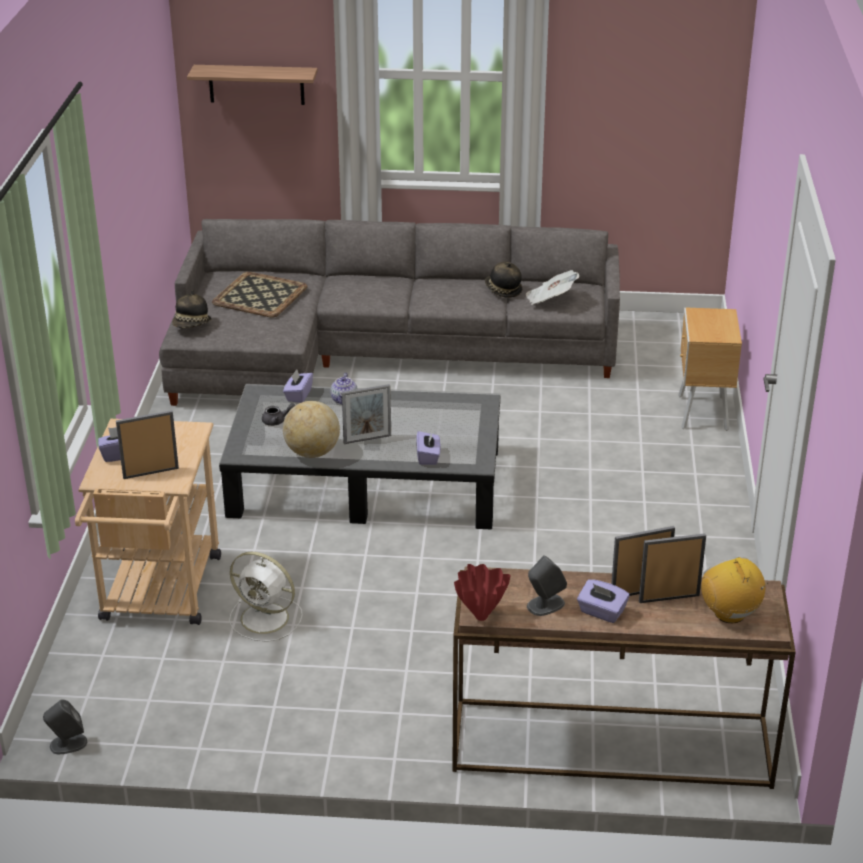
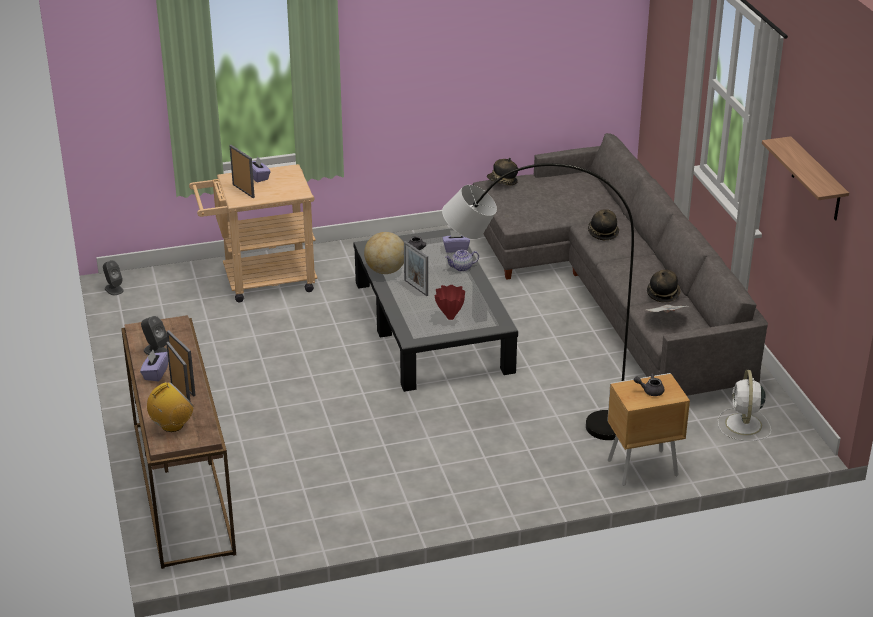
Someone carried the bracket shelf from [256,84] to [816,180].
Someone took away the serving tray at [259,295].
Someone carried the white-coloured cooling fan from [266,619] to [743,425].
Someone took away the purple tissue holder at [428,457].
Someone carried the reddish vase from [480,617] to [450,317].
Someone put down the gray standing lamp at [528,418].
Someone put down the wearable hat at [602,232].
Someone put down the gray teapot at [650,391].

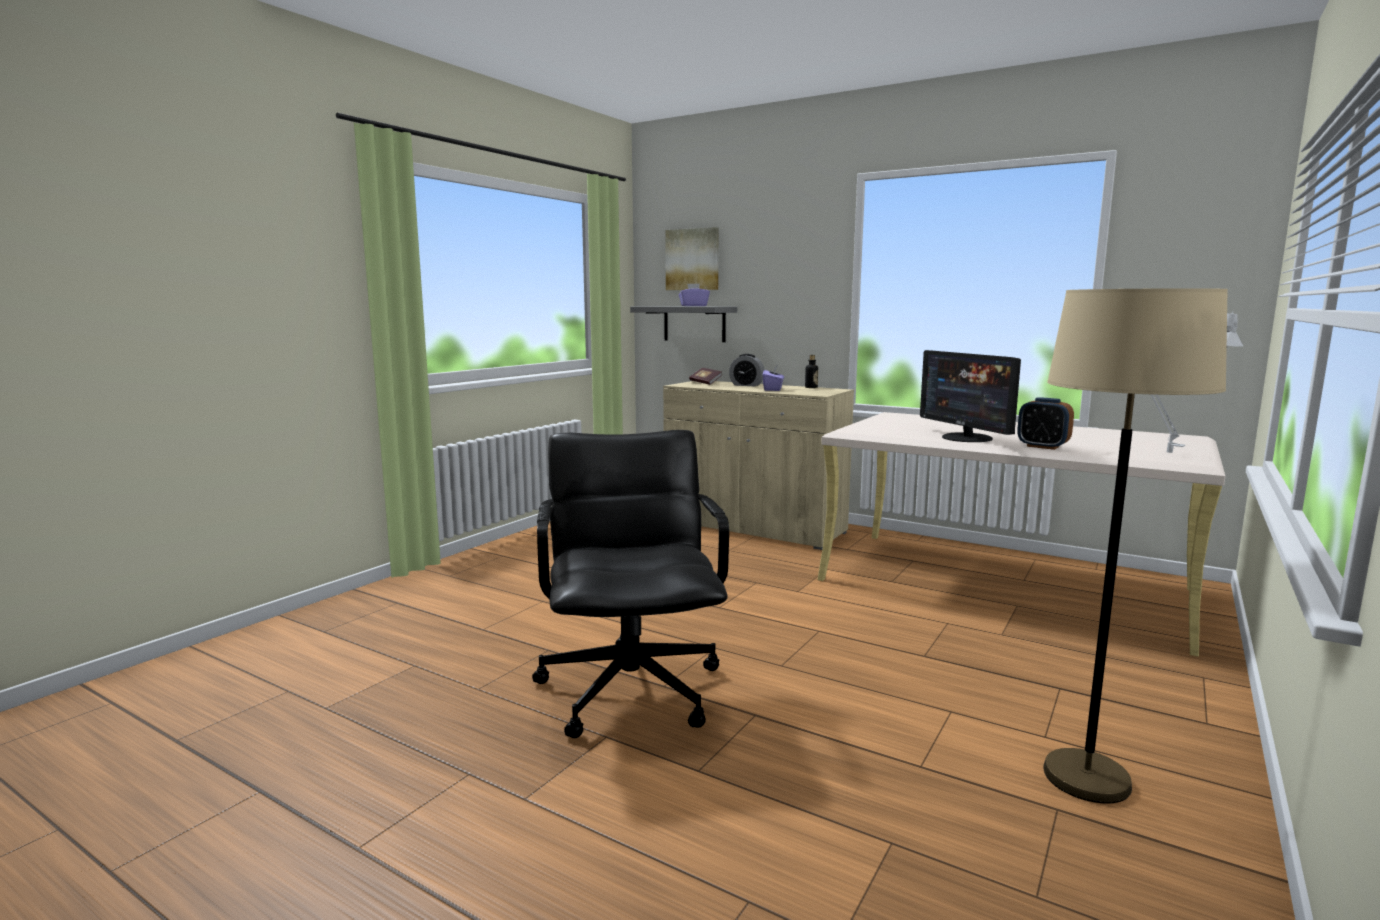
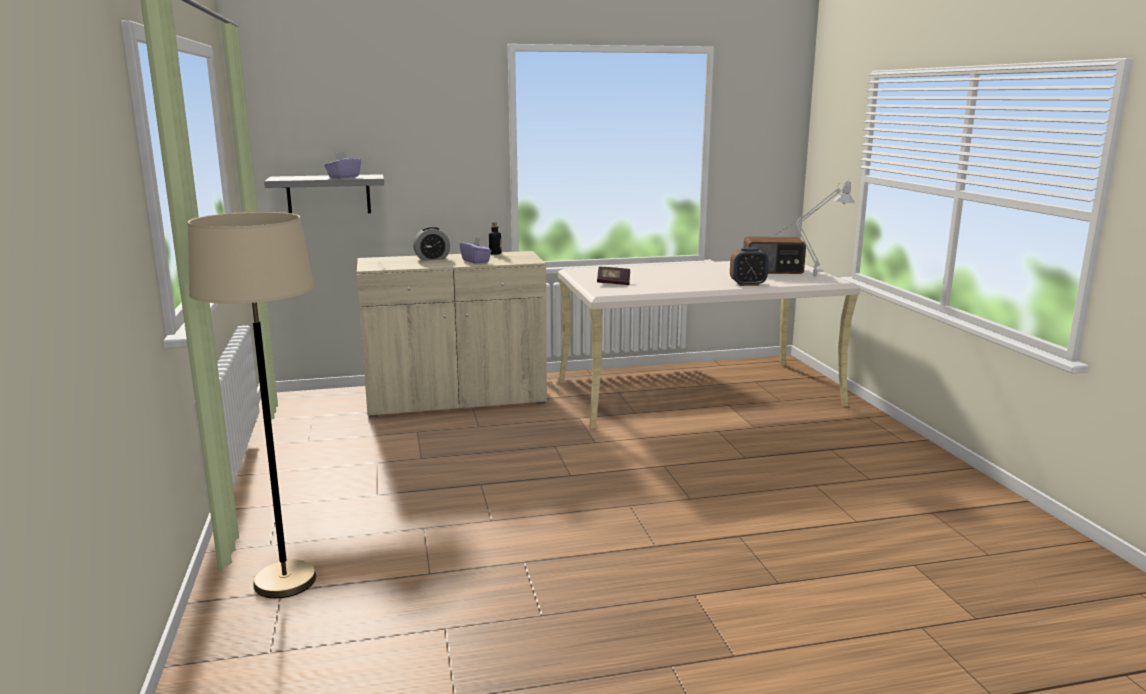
Someone took away the black-coloured desk chair at [632,689].
Someone took away the wall picture at [693,259].
Someone carried the book from [705,383] to [613,283].
Someone took away the computer screen at [966,438].
Someone carried the sand-coloured standing lamp from [1086,778] to [285,581].
Someone put down the radio receiver at [773,270].

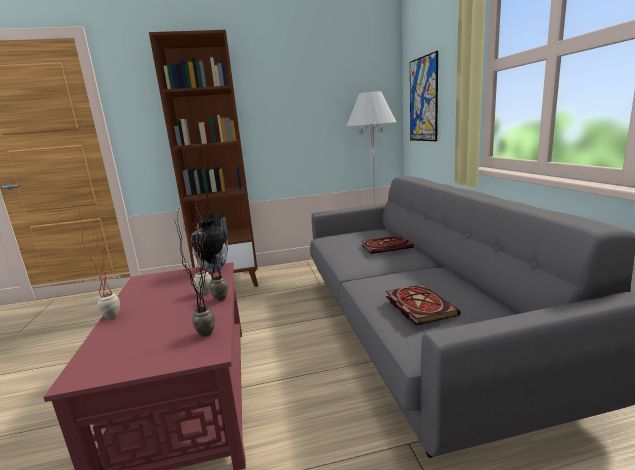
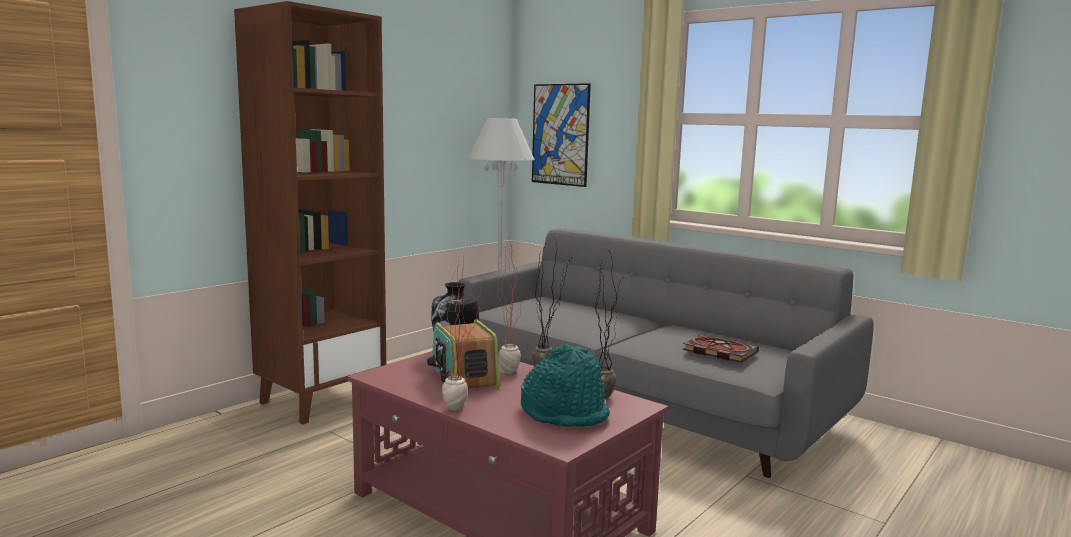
Someone took away the book at [387,246].
Someone put down the radio receiver at [463,377].
Someone put down the turquoise-coloured wearable hat at [565,413].

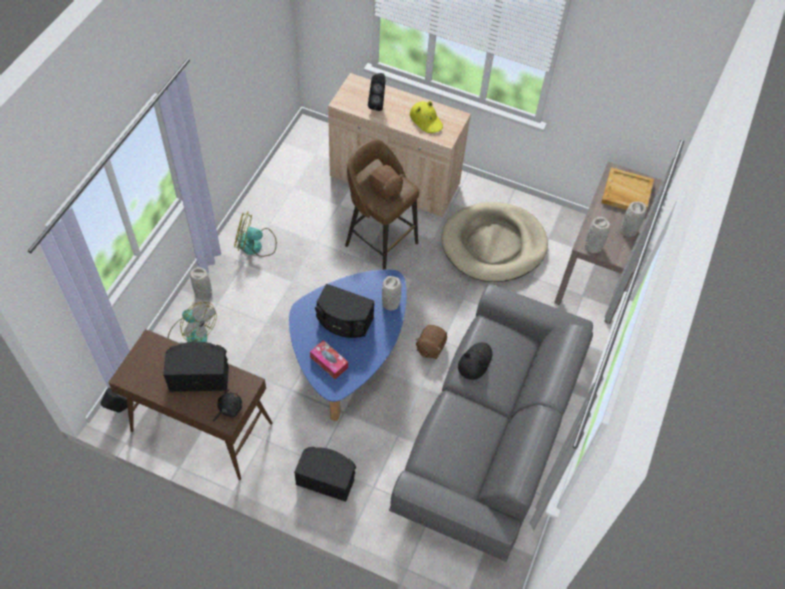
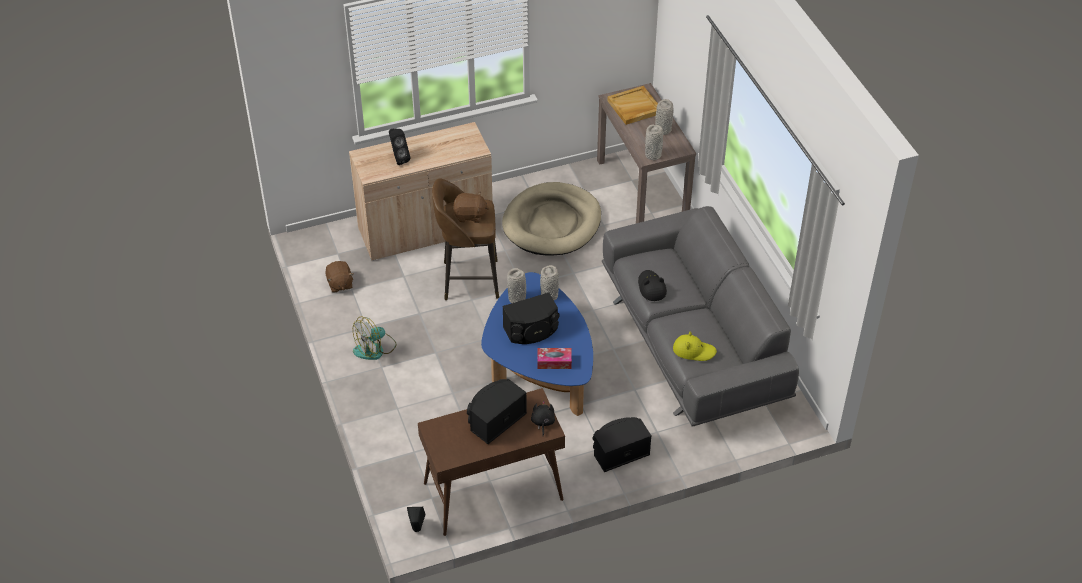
Someone took away the cooling fan at [191,334].
Someone carried the gray vase from [204,294] to [517,299].
Someone carried the yellow wearable hat from [426,120] to [693,350].
Someone carried the brown-coloured plush toy from [430,347] to [339,284].

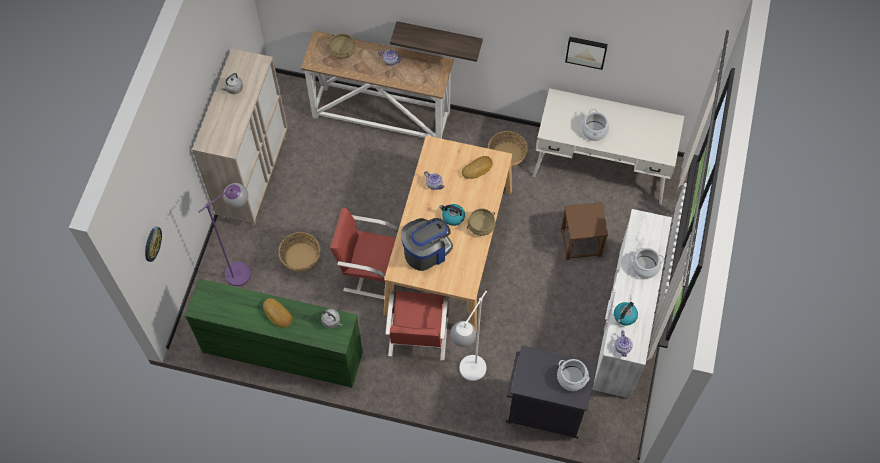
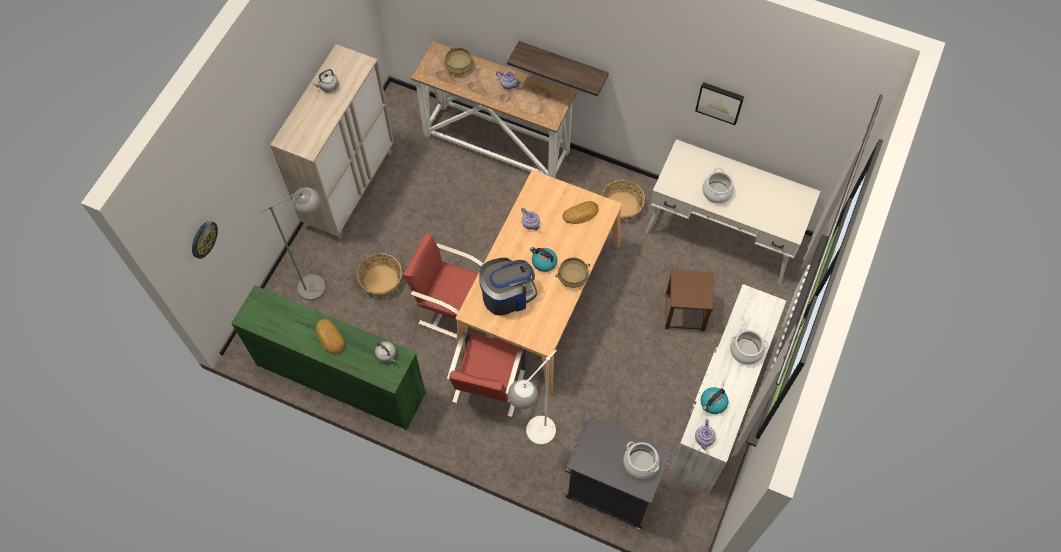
Someone repainted the purple standing lamp at [245,268], which became the gray standing lamp at [321,282].

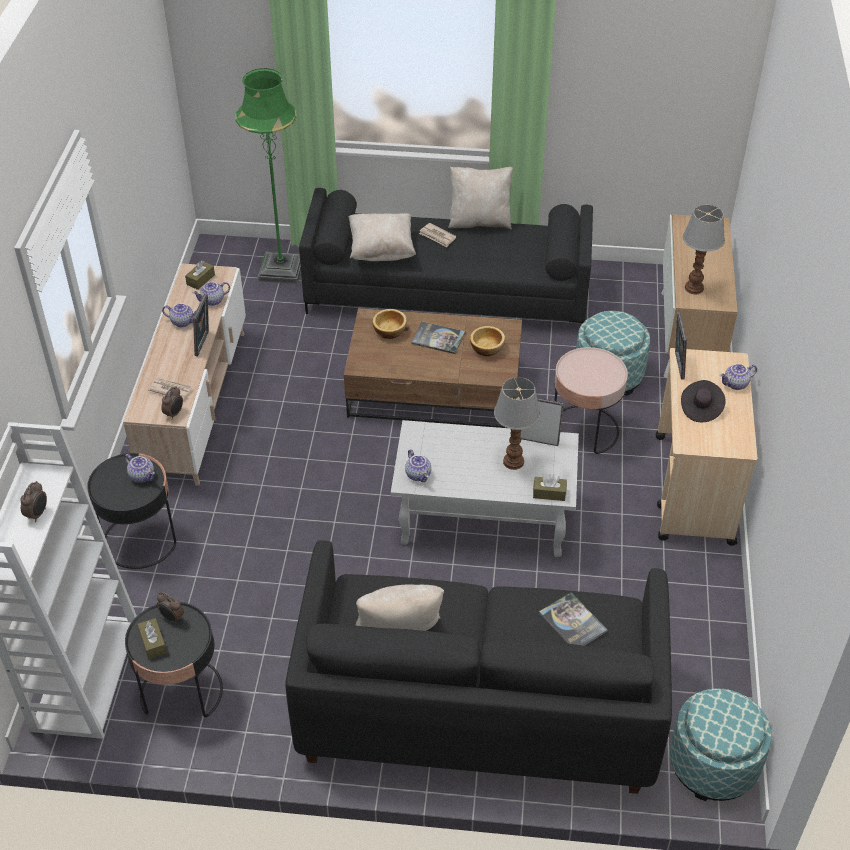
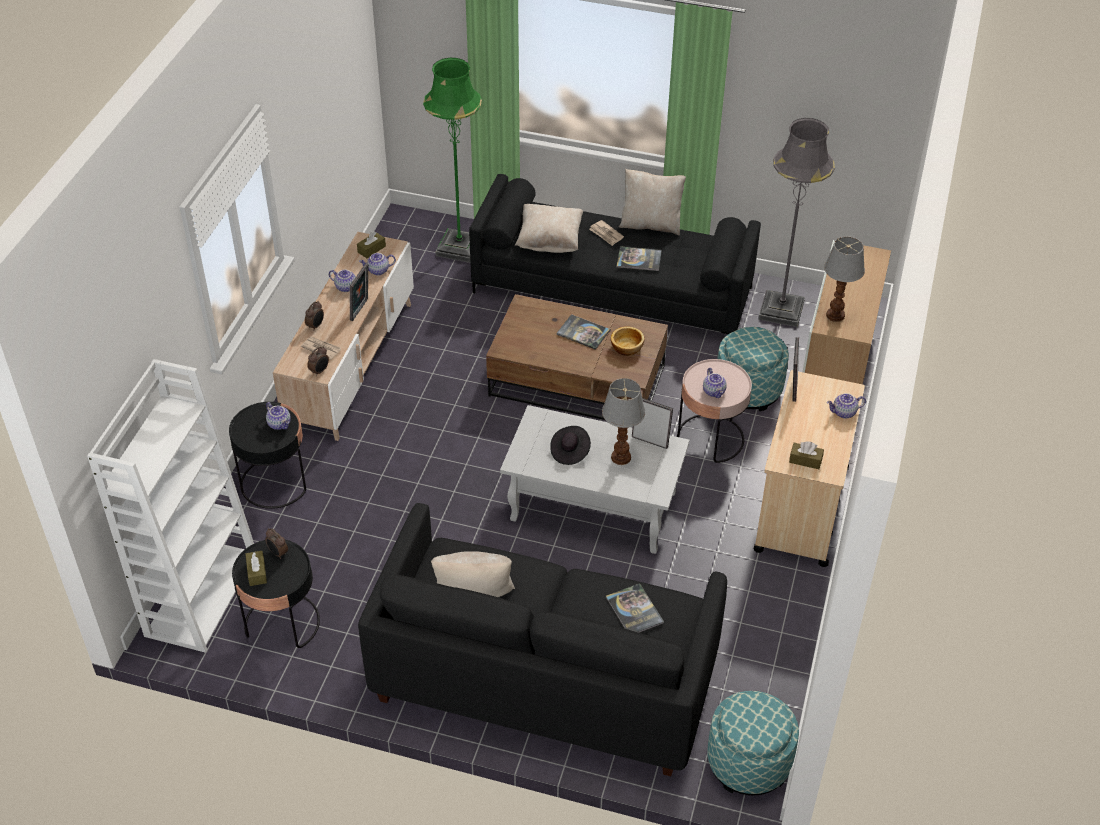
Someone carried the table clock from [38,514] to [316,326].
Someone took away the serving bowl at [389,330].
Someone carried the teapot from [419,475] to [714,391].
Someone carried the brown-coloured tissue holder from [549,493] to [805,460].
Someone carried the black-coloured wearable hat from [700,408] to [570,451].
Someone put down the book at [639,259].
Someone put down the gray standing lamp at [781,310].

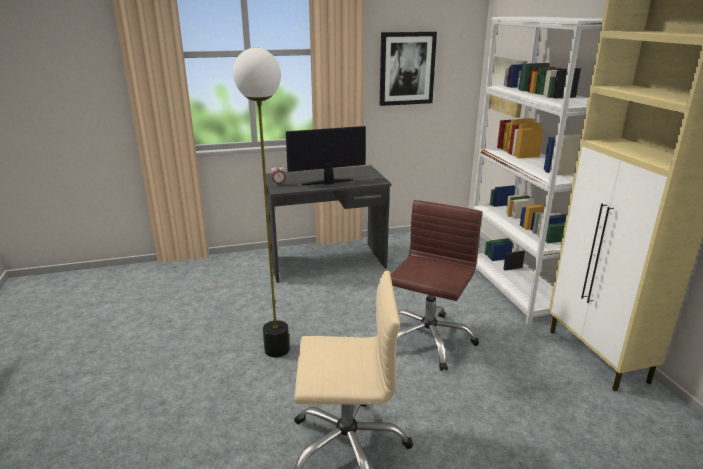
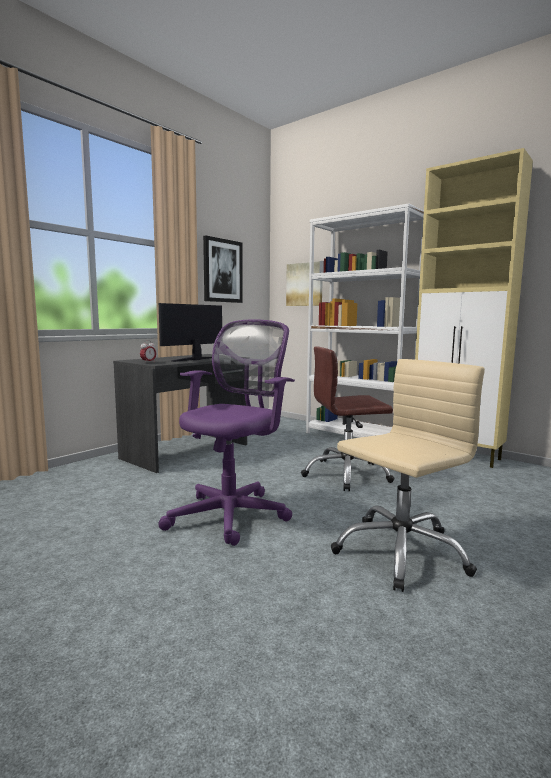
Someone swapped the standing lamp at [277,350] for the purple desk chair at [232,514].
Someone rotated the brown-coloured desk chair at [427,339] by 90 degrees counterclockwise.

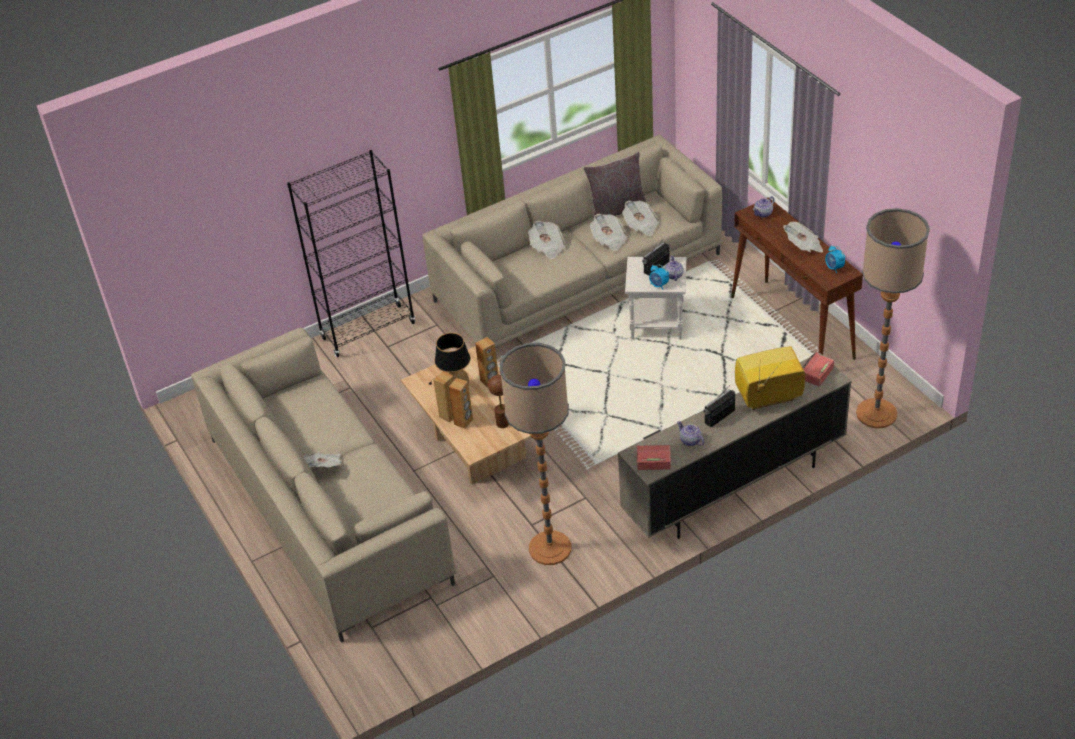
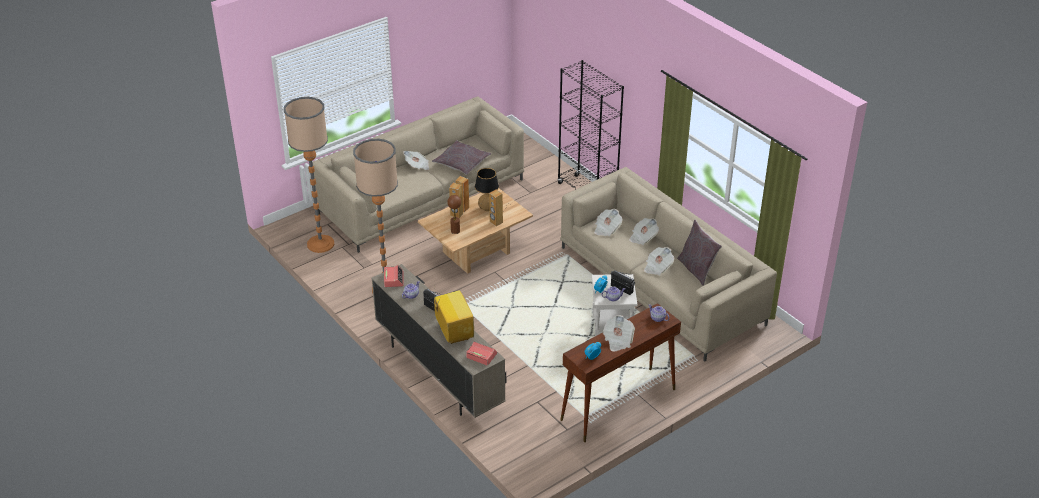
Someone carried the daily paper from [641,226] to [606,229].
Someone carried the standing lamp from [876,414] to [320,244].
Someone put down the gray pillow at [461,162].

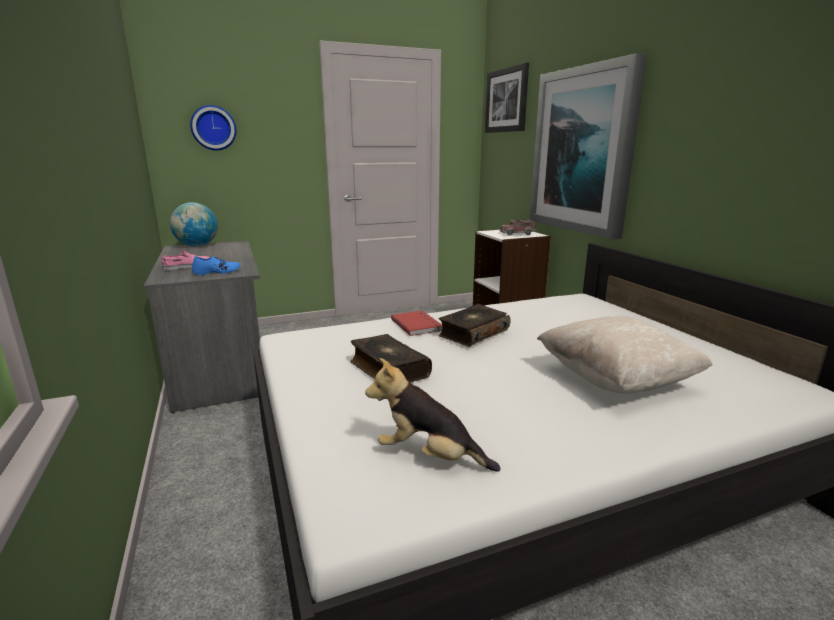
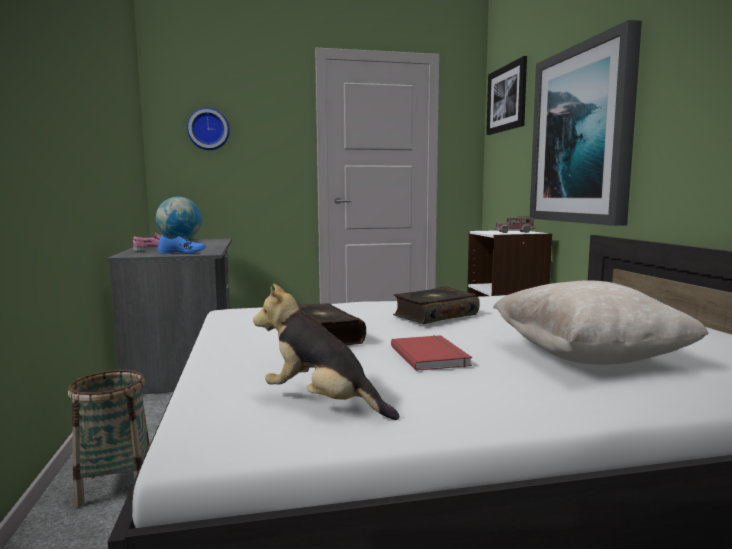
Someone carried the reddish book from [417,324] to [431,355].
Someone put down the storage basket at [115,485].

